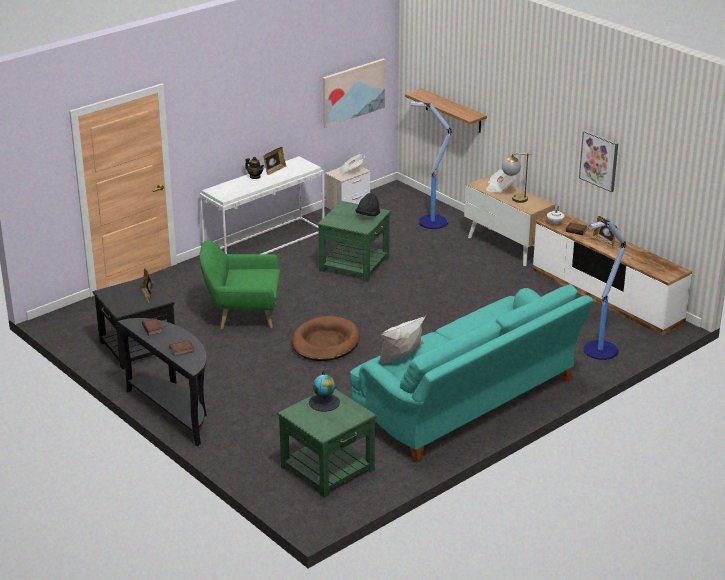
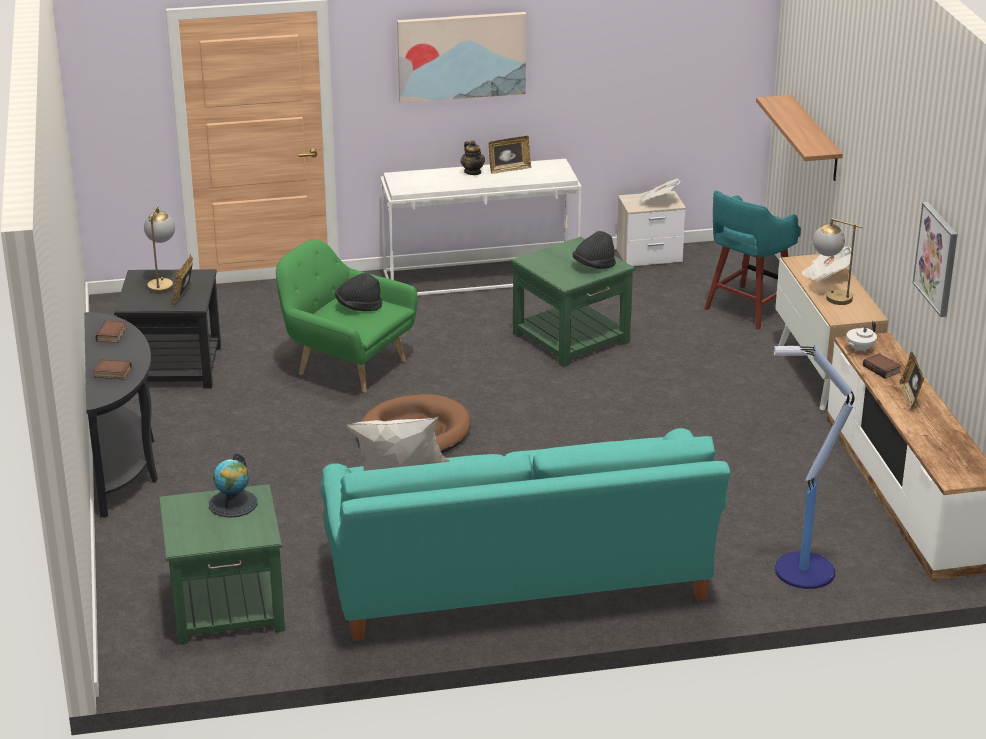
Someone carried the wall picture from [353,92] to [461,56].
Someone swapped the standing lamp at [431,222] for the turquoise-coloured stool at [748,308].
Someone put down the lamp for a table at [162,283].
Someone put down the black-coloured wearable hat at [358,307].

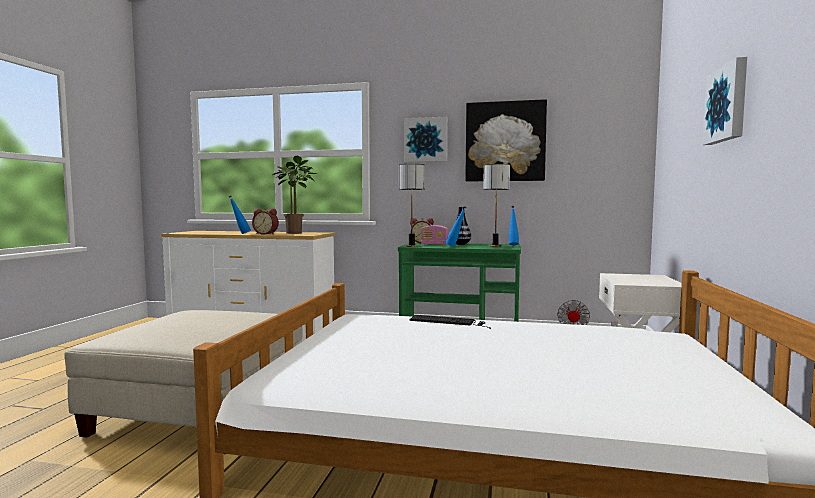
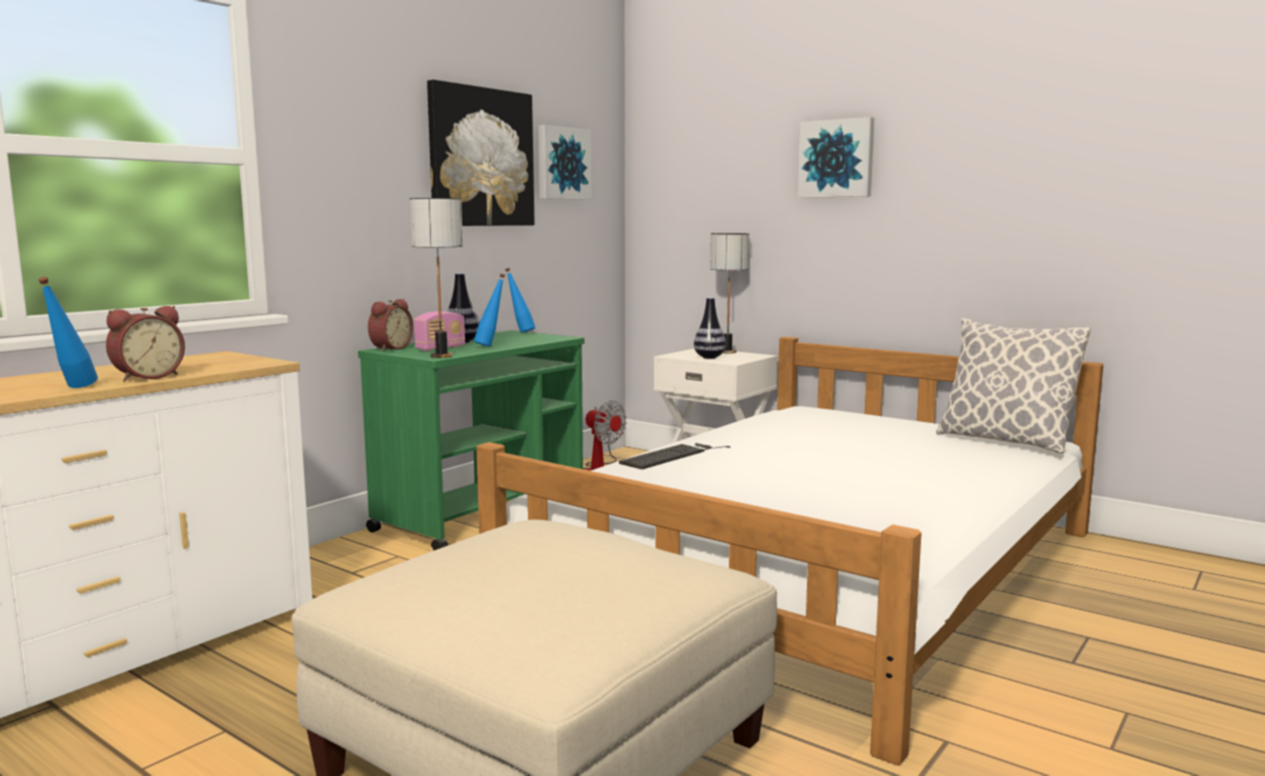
Someone took away the plant in a pot at [296,233].
Someone carried the wall picture from [426,140] to [562,163].
Someone carried the lamp for a table from [495,246] to [727,352].
Someone put down the vase at [709,357].
Someone put down the pillow at [1004,441].

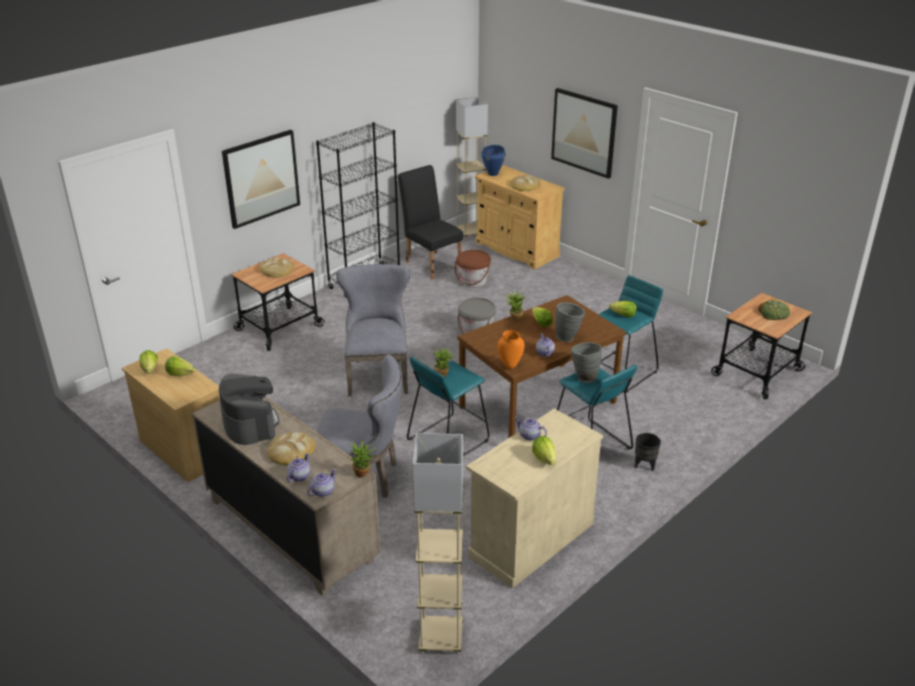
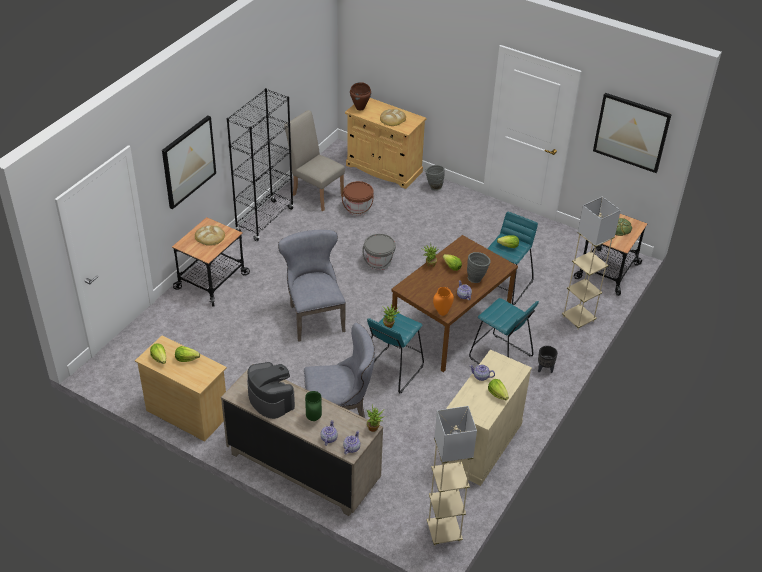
Someone swapped the baked bread at [291,451] for the green vase at [313,418].
Someone repainted the black-coloured upright chair at [431,263], which became the sand-coloured upright chair at [315,193].
Someone carried the sand-coloured standing lamp from [470,233] to [578,319].
Someone repainted the bluish saucepot at [493,174], which became the brown-coloured saucepot at [360,108].
Someone carried the wall picture from [584,132] to [631,132].
Someone carried the gray vase from [583,378] to [433,187].

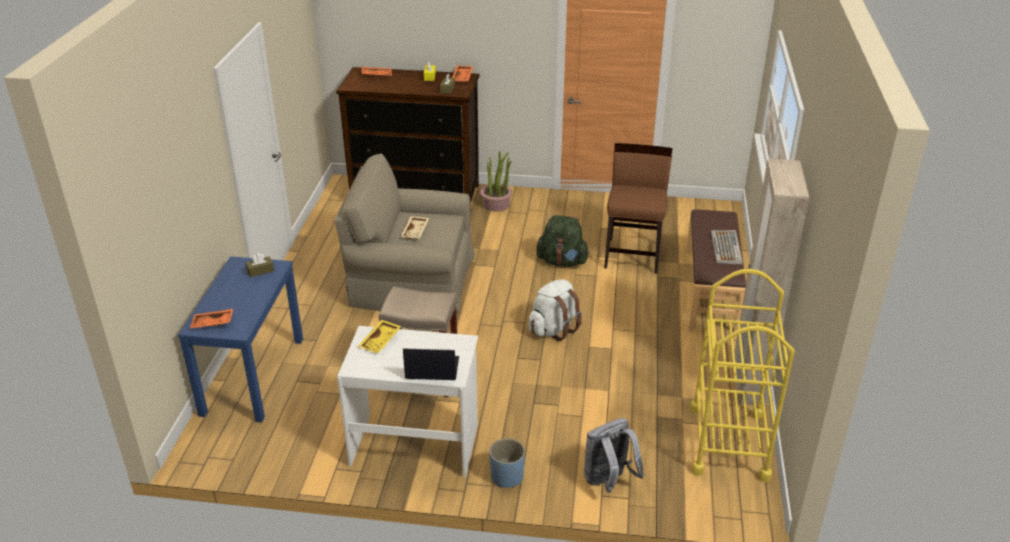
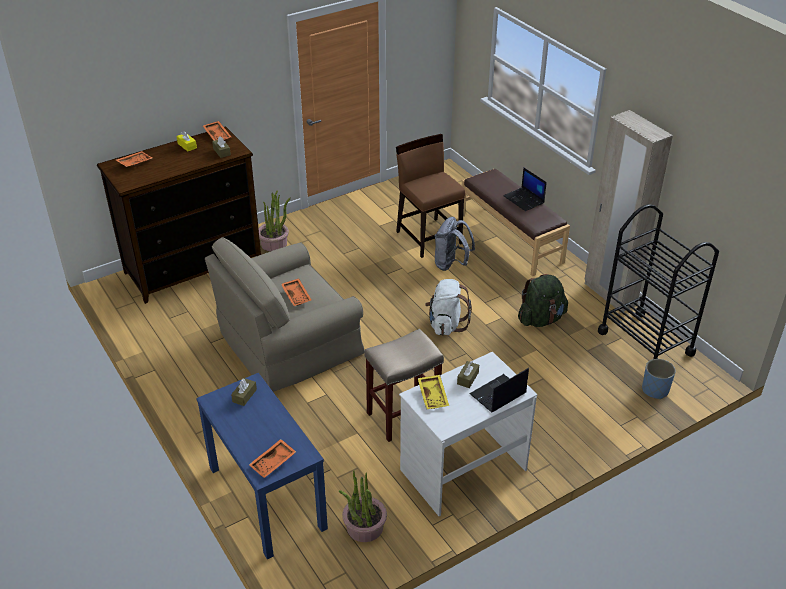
Someone repainted the sand-coloured serving tray at [416,231], which became the orangey serving tray at [297,295].
Someone carried the bluish planter from [507,477] to [655,390].
Someone carried the green knapsack from [562,262] to [541,319].
Someone carried the gray knapsack from [608,481] to [451,264].
Someone repainted the yellow trolley at [728,442], which became the black-coloured trolley at [645,342].
Someone swapped the keyboard at [726,248] for the laptop at [524,200].
Someone put down the plant in a pot at [364,527].
Someone put down the brown-coloured tissue holder at [467,378].

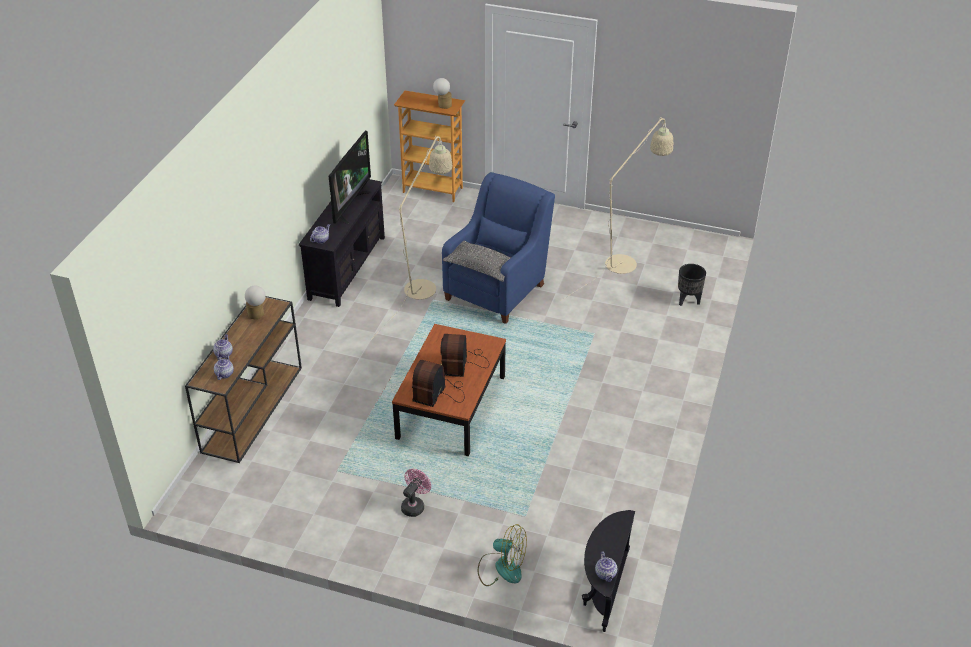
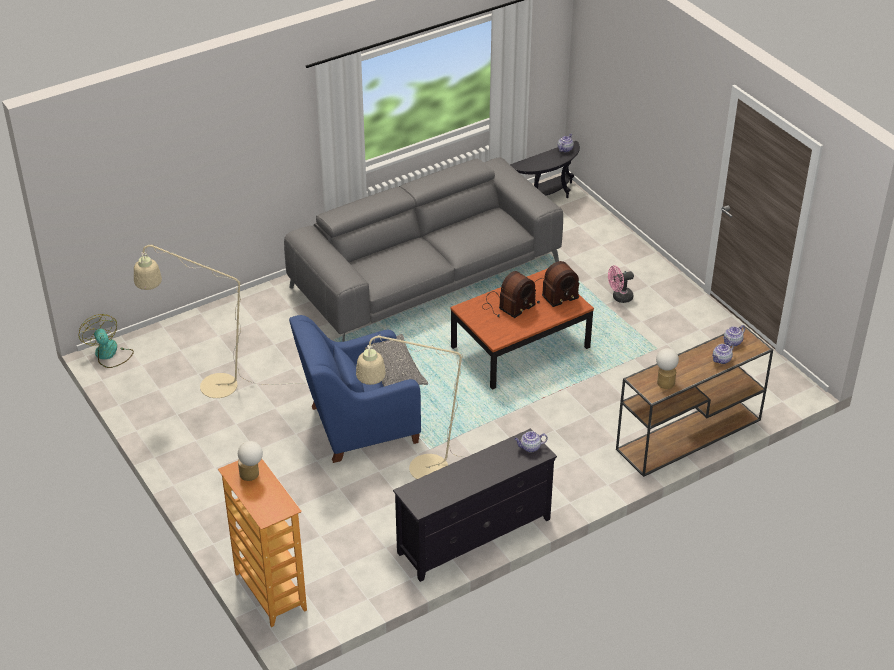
Someone took away the television at [349,206].
Someone carried the cooling fan from [501,567] to [109,354].
Someone took away the black-coloured planter at [688,301].
Someone put down the gray couch at [425,274].

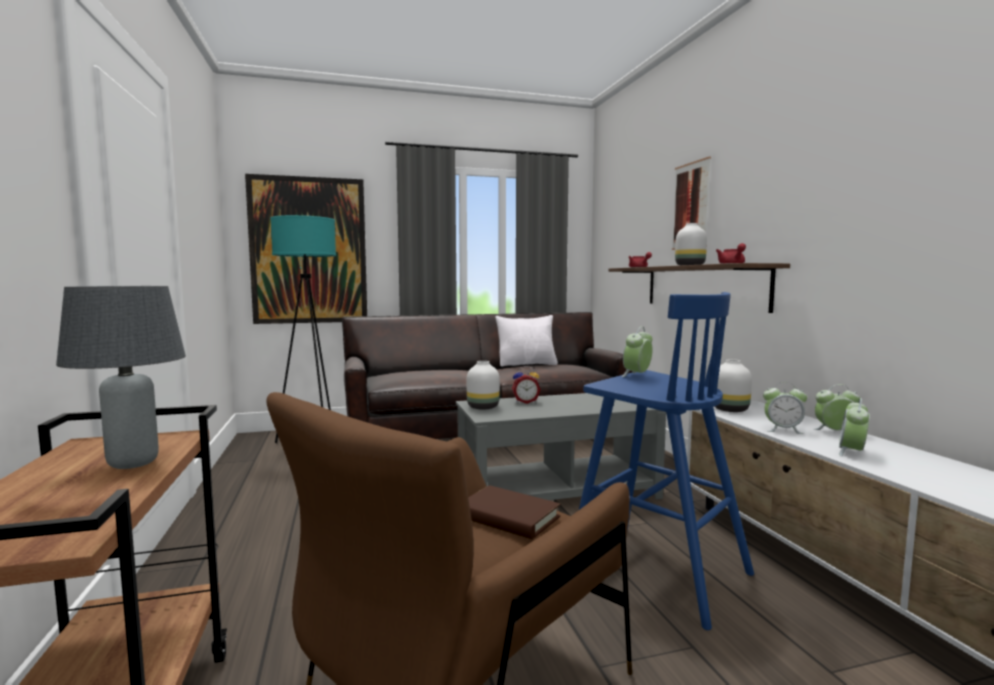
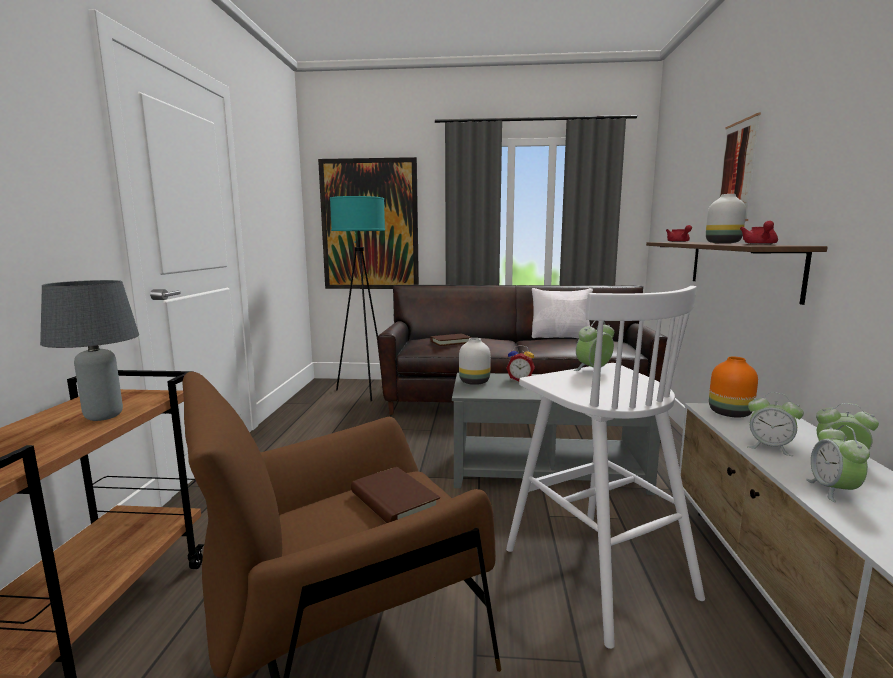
Someone repainted the bluish stool at [655,570], which became the white-coloured stool at [595,571].
Someone repainted the white-coloured vase at [729,410], which became the orangey vase at [728,413].
Someone rotated the table clock at [852,452] by 45 degrees counterclockwise.
Someone put down the brown-coloured book at [450,342].

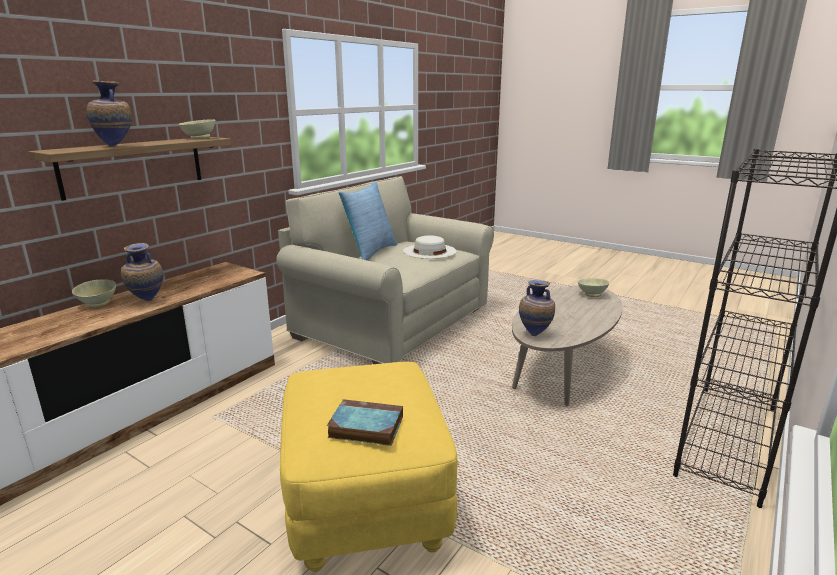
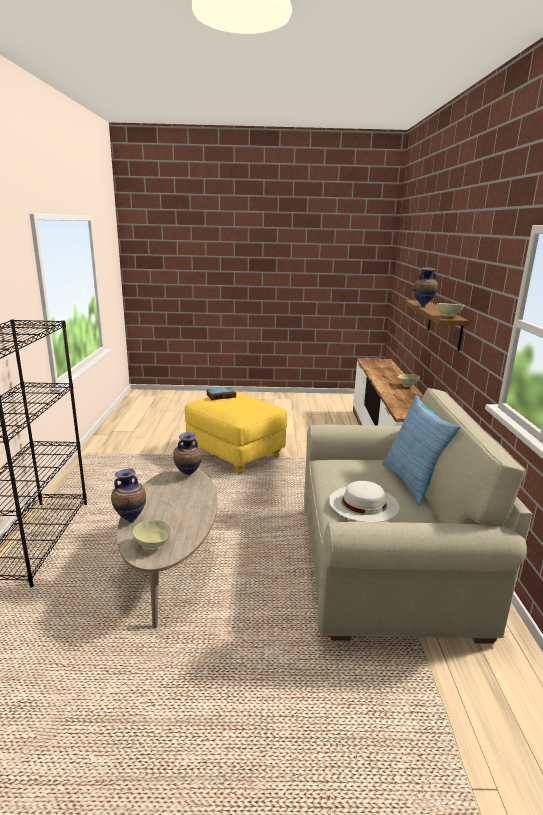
Someone carried the vase from [147,301] to [130,519].

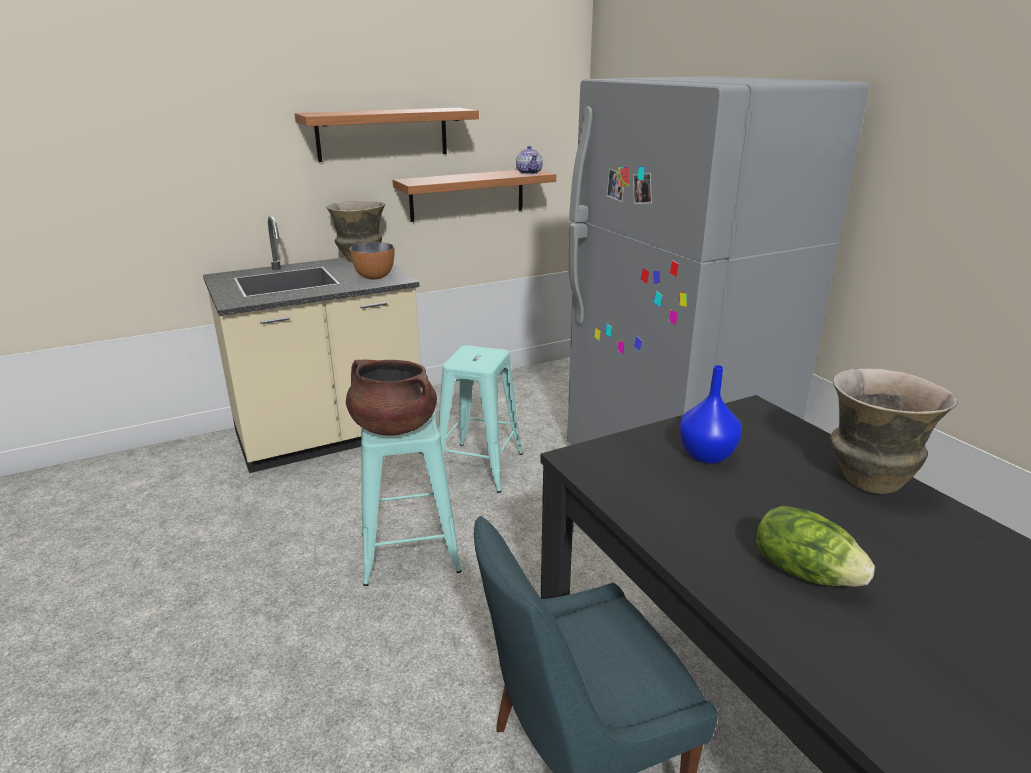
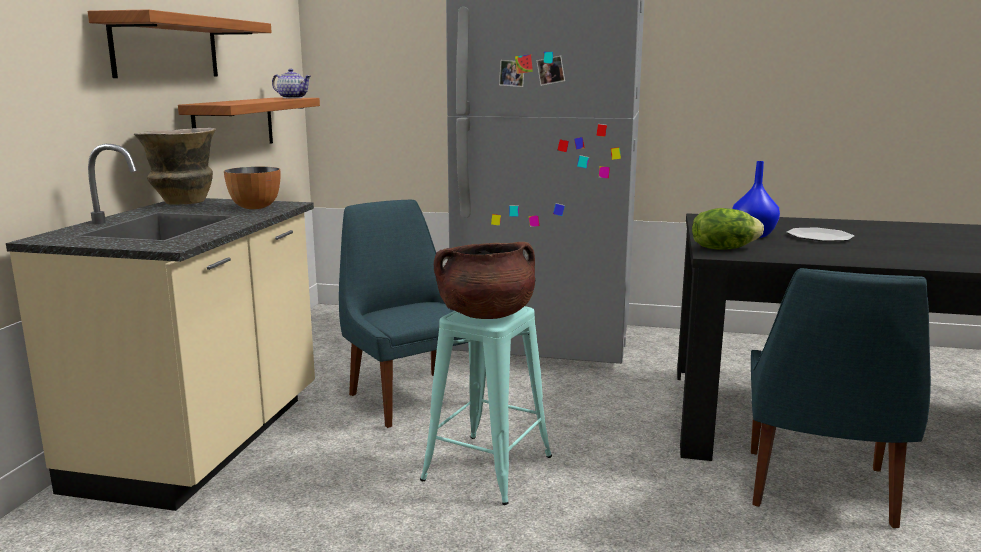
Someone swapped the turquoise-coloured stool at [479,467] for the bluish upright chair at [410,397].
Someone carried the head of lettuce from [804,571] to [723,248].
Someone took away the vase at [868,479].
Someone put down the flat dish at [819,237].

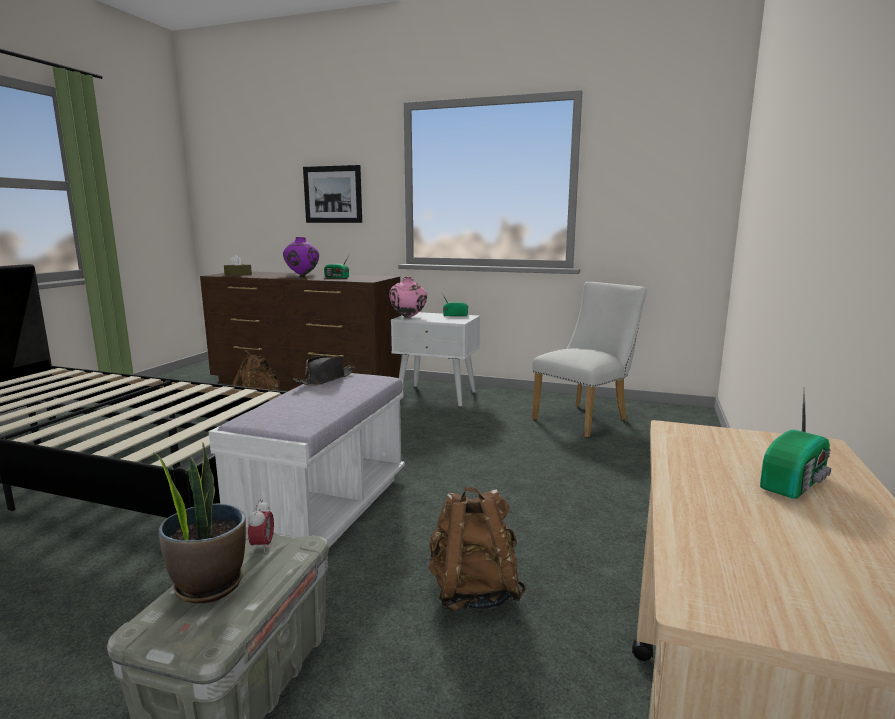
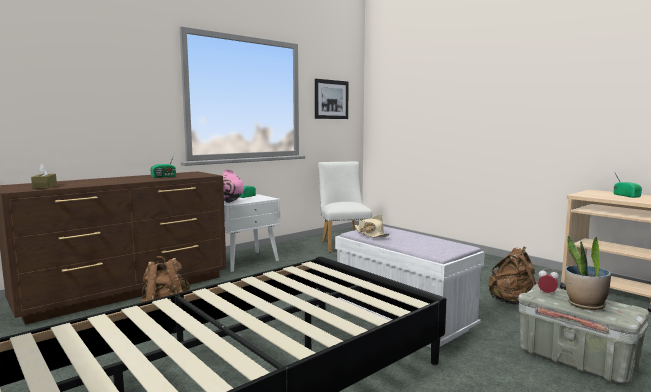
Someone took away the purple vase at [302,275].
Someone repainted the black-coloured wearable hat at [326,379], which became the sand-coloured wearable hat at [370,234].
Someone carried the wall picture from [333,194] to [331,99].

